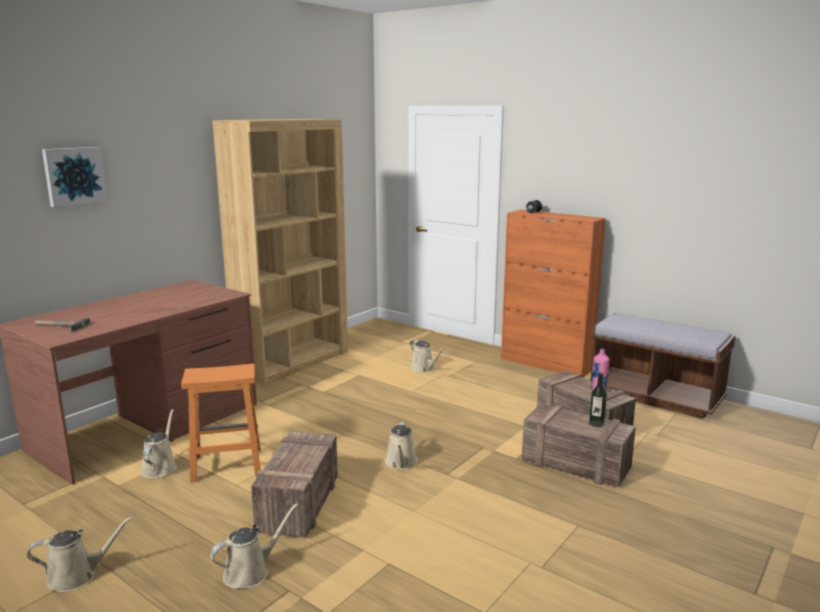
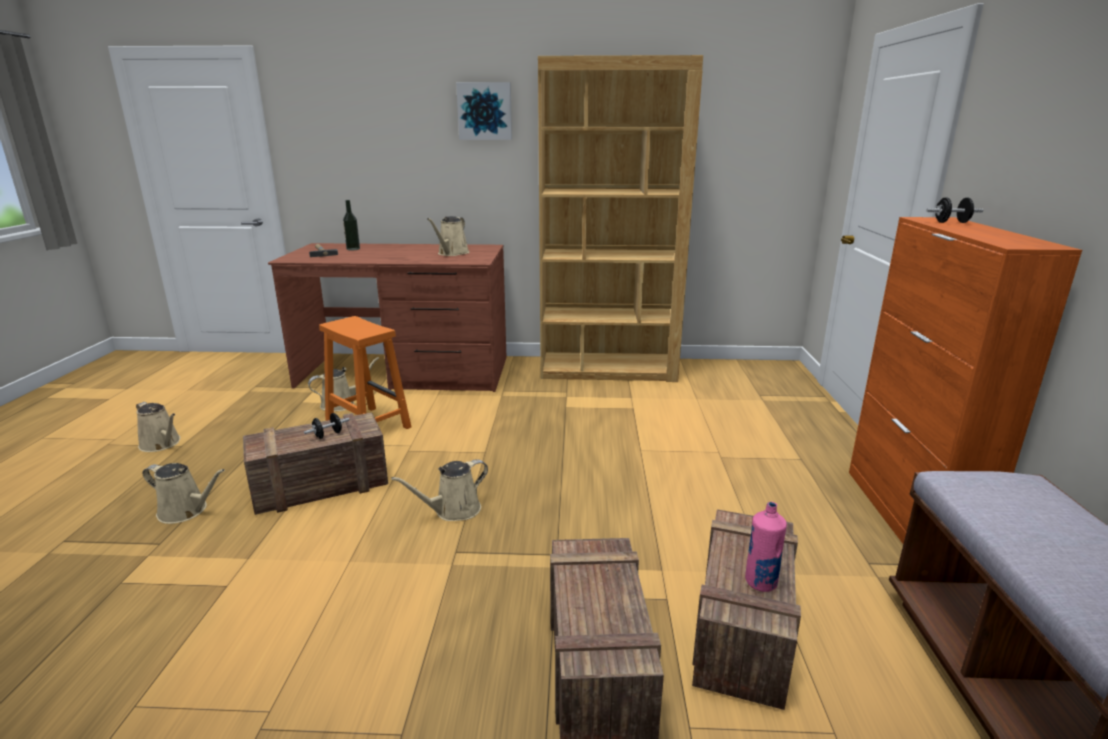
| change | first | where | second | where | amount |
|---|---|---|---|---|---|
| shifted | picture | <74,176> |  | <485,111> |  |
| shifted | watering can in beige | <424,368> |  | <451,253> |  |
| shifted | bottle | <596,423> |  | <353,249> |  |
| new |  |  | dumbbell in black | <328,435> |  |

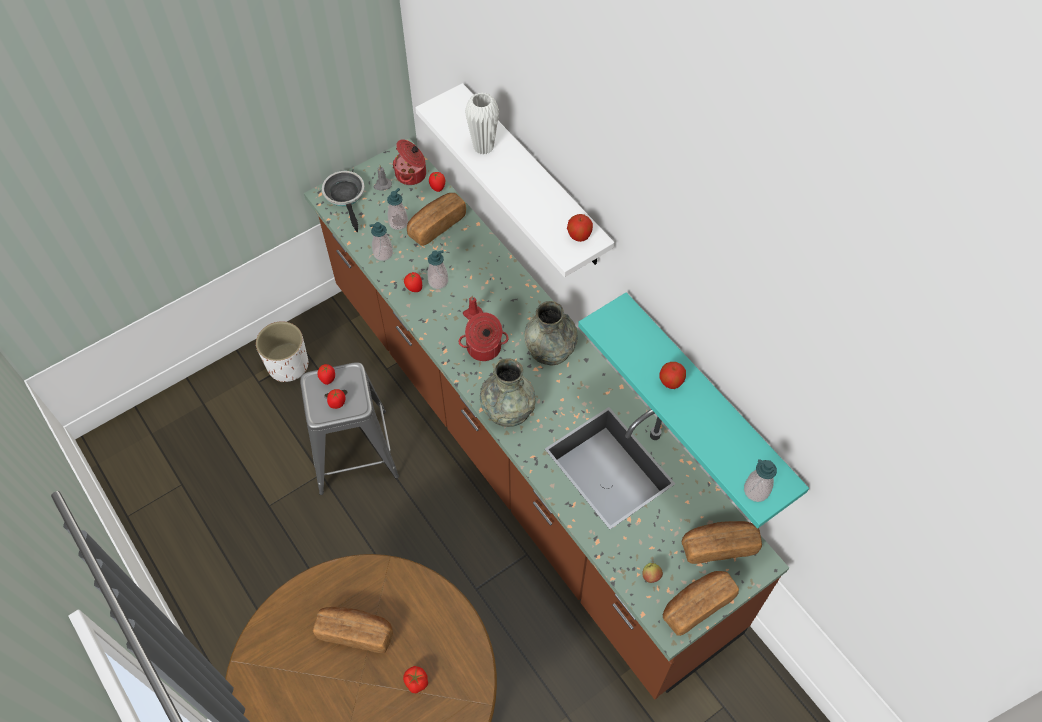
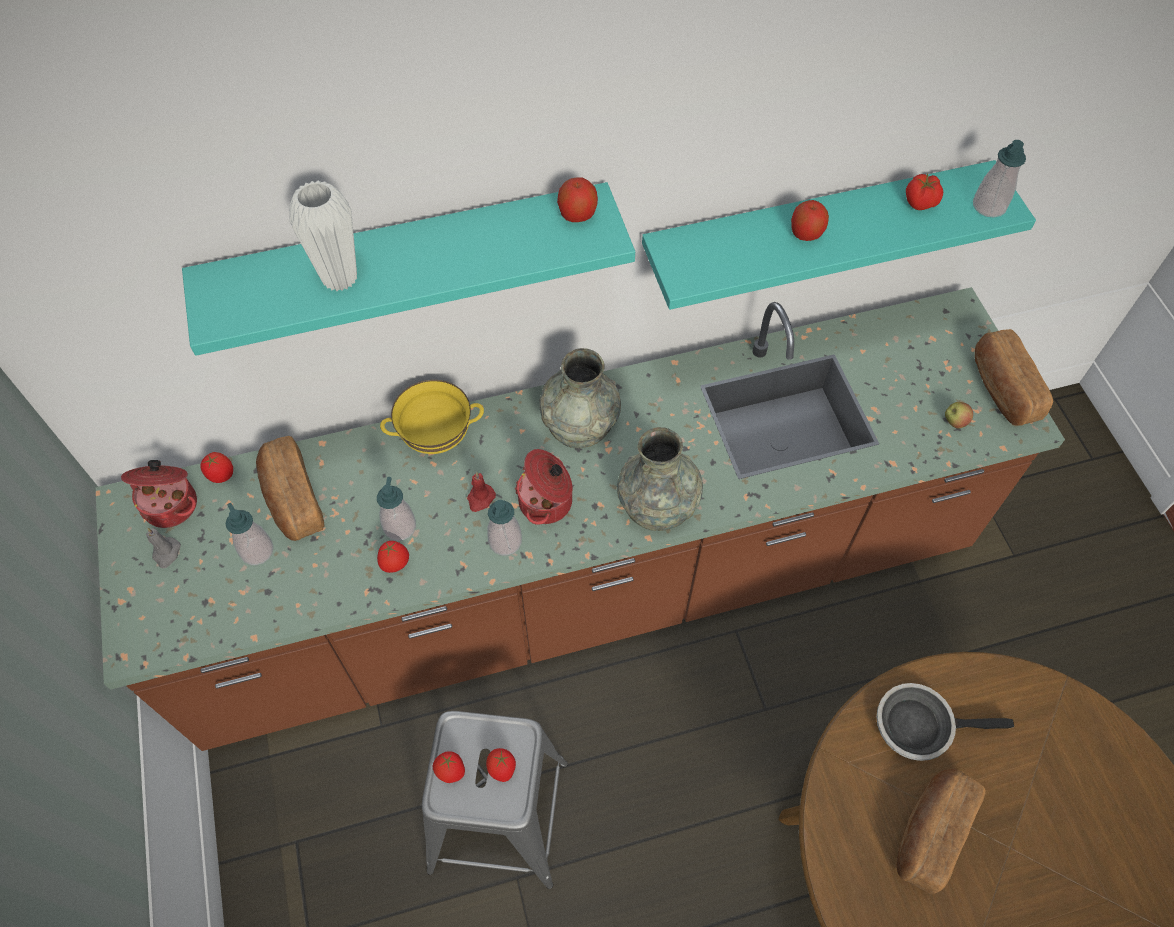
| change | first | where | second | where | amount |
|---|---|---|---|---|---|
| gone | planter in white | <288,364> |  |  |  |
| shifted | frying pan | <346,196> |  | <919,725> |  |
| shifted | soap dispenser | <383,253> |  | <505,541> |  |
| shifted | tomato | <416,682> |  | <920,203> |  |
| repainted | shelf in white | <534,178> | shelf in turquoise | <408,257> |  |
| gone | bread | <718,546> |  |  |  |
| new |  |  | bowl in yellow | <437,437> |  |

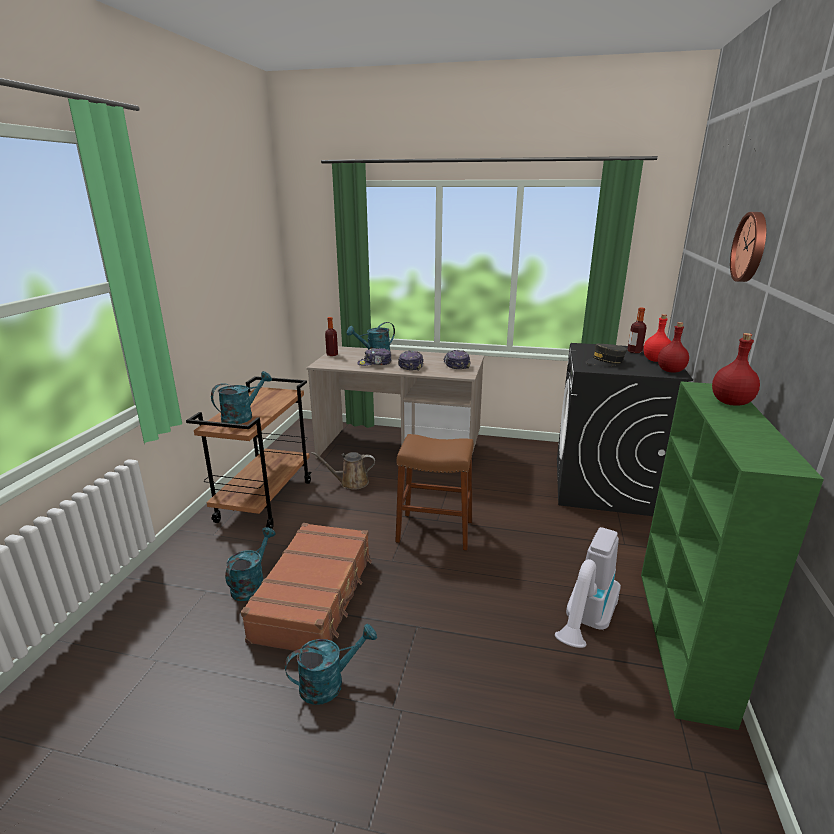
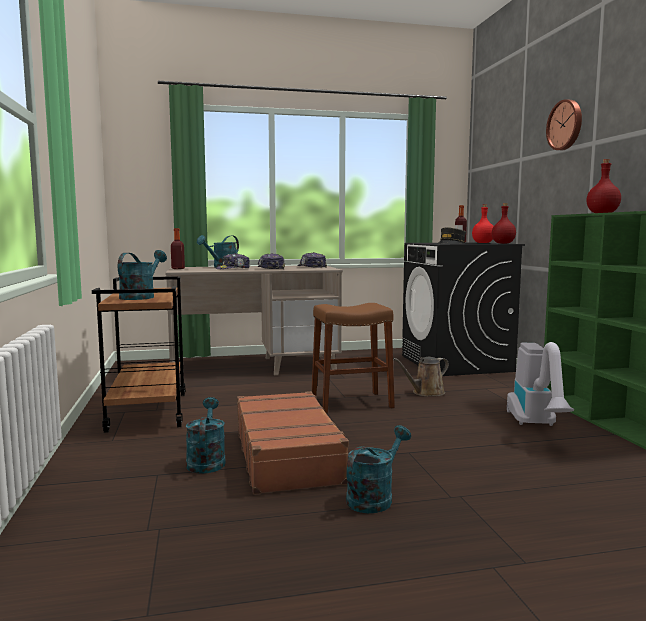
| change | first | where | second | where | amount |
|---|---|---|---|---|---|
| shifted | watering can in brown | <351,483> |  | <426,393> |  |

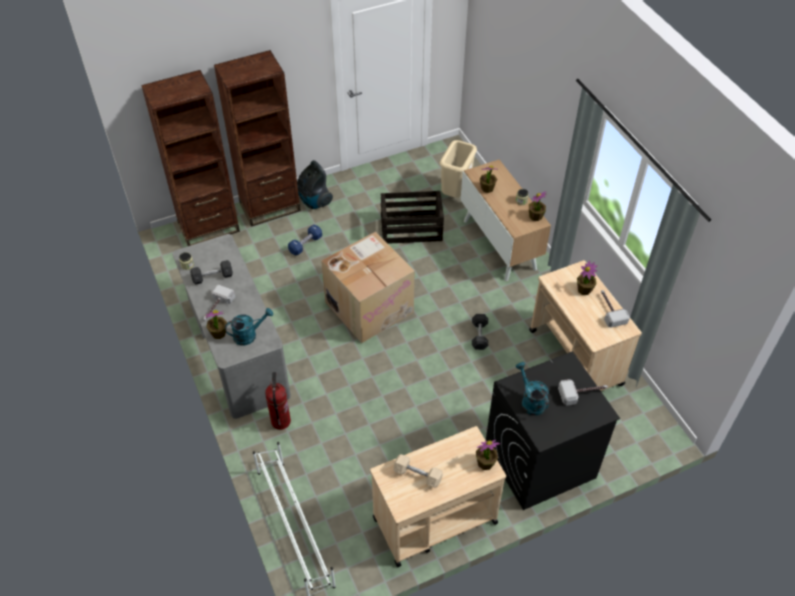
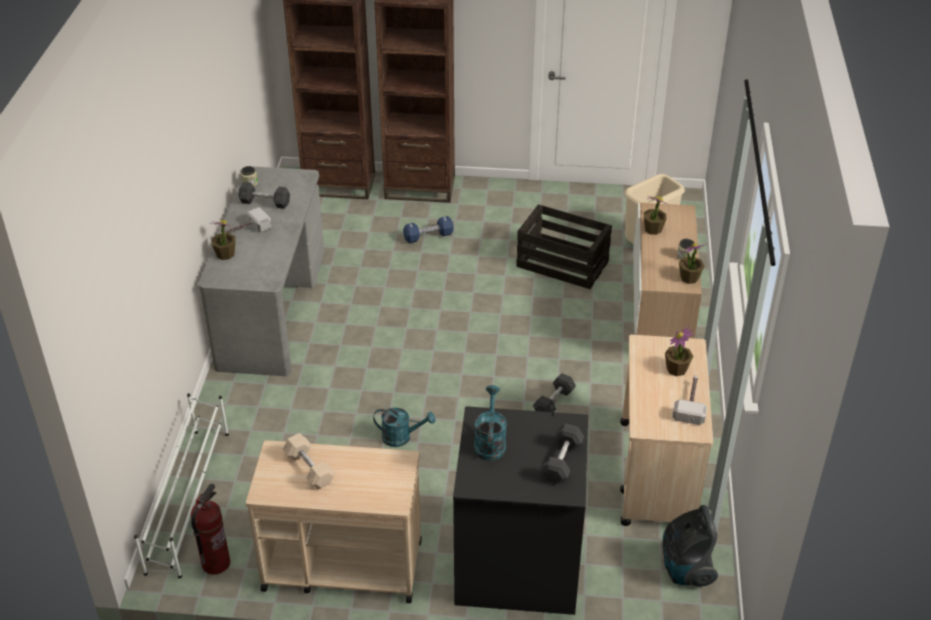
| change | first | where | second | where | amount |
|---|---|---|---|---|---|
| shifted | watering can in turquoise | <249,335> |  | <402,437> |  |
| shifted | fire extinguisher | <281,421> |  | <216,563> |  |
| shifted | vacuum cleaner | <314,201> |  | <685,569> |  |
| gone | cardboard box | <369,306> |  |  |  |
| gone | potted plant | <485,463> |  |  |  |
| swapped | hammer | <583,393> | dumbbell in grey | <561,461> |  |

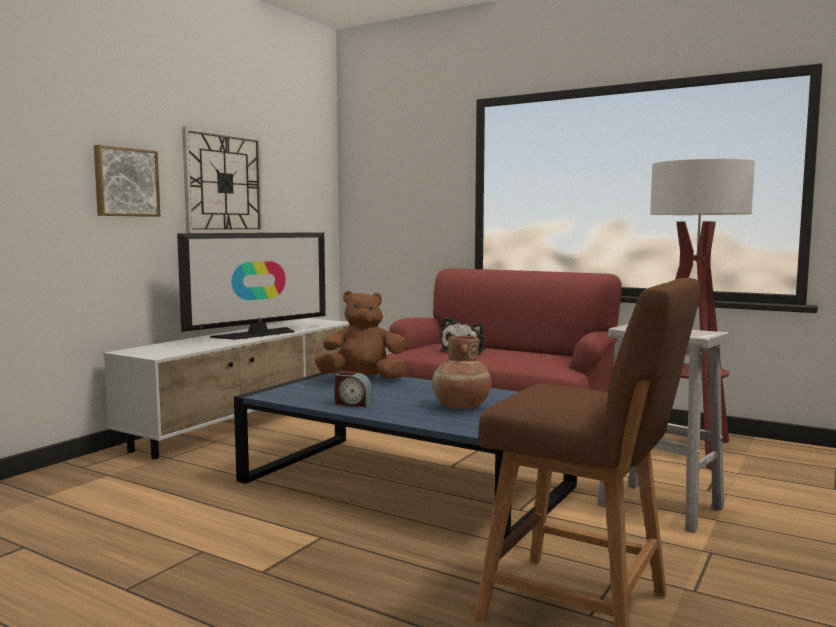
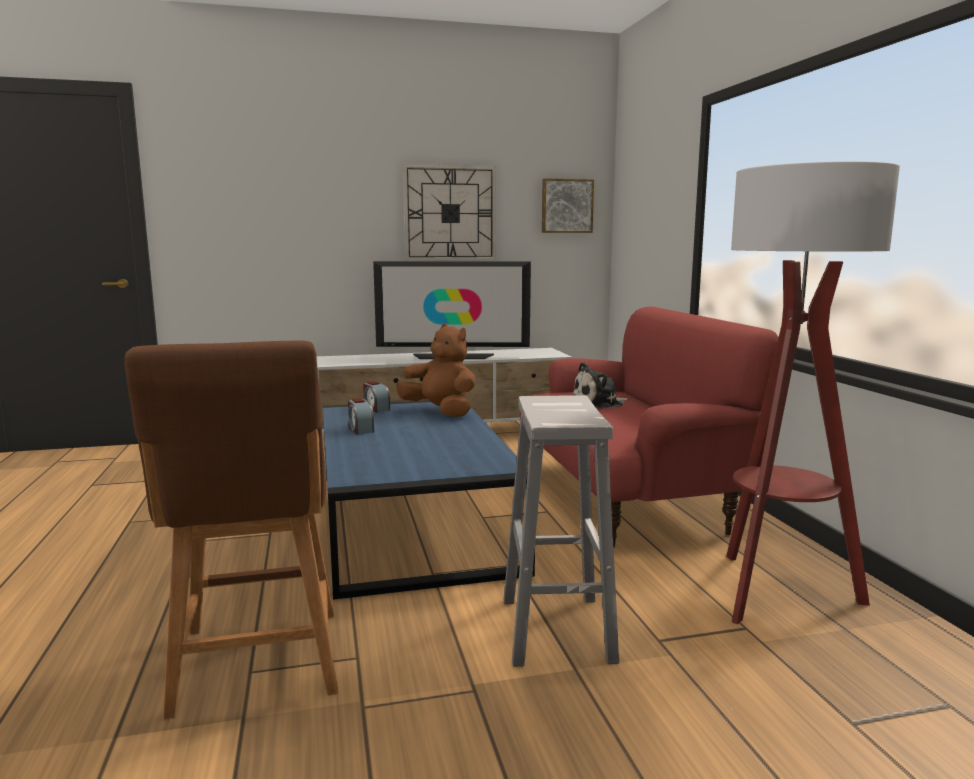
| change | first | where | second | where | amount |
|---|---|---|---|---|---|
| shifted | picture | <125,182> |  | <566,206> |  |
| gone | vase in brown | <461,406> |  |  |  |
| new |  |  | alarm clock | <376,408> |  |

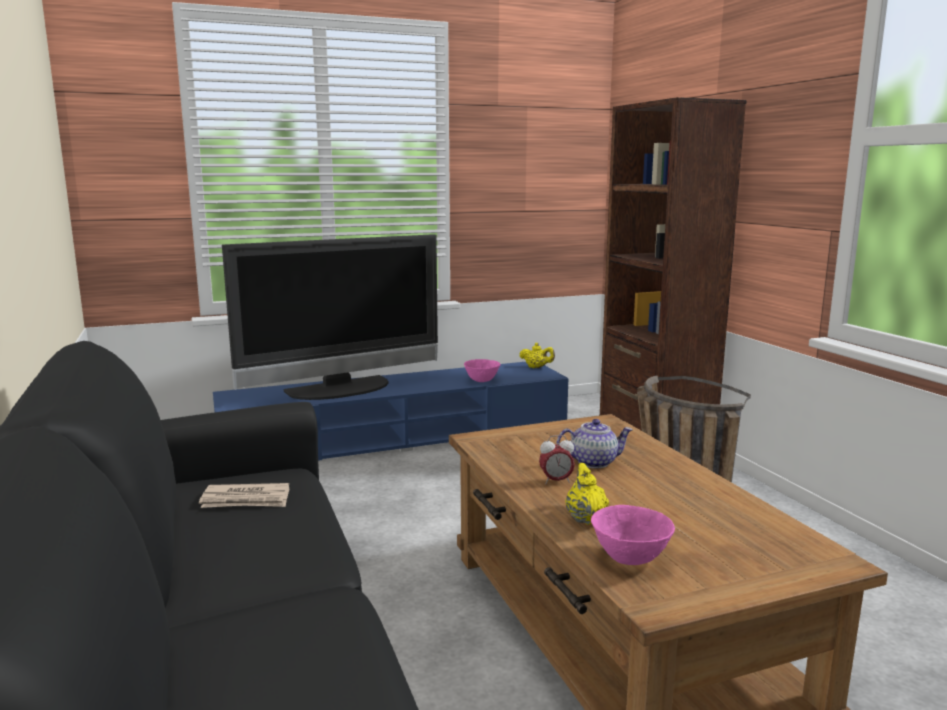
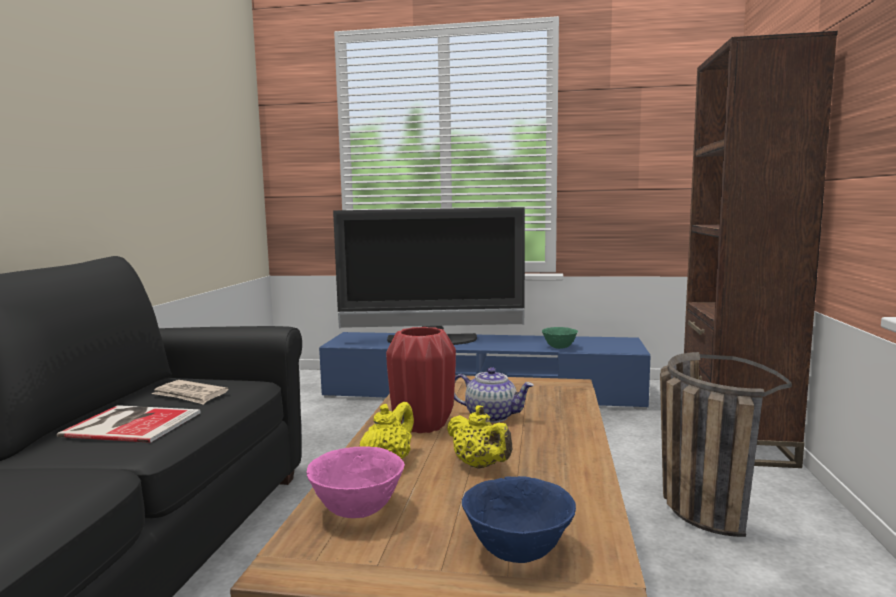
| change | first | where | second | where | amount |
|---|---|---|---|---|---|
| repainted | bowl in pink | <482,381> | bowl in green | <559,348> |  |
| shifted | teapot in yellow | <536,367> |  | <480,466> |  |
| swapped | alarm clock | <556,481> | vase in red | <424,425> |  |
| new |  |  | book | <131,423> |  |
| new |  |  | bowl in blue | <519,553> |  |

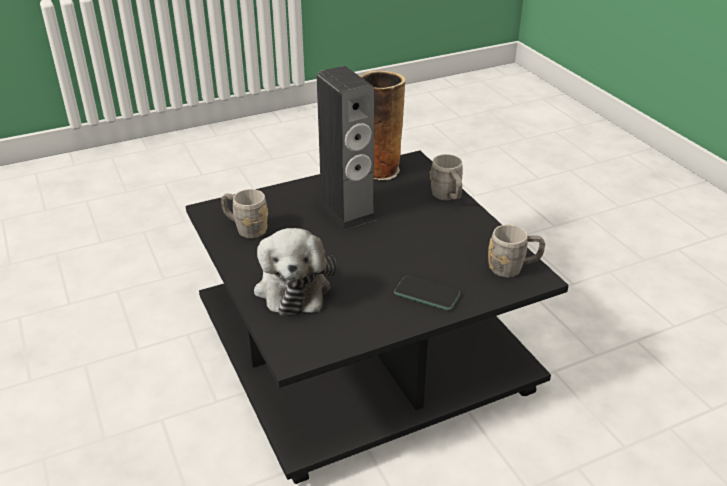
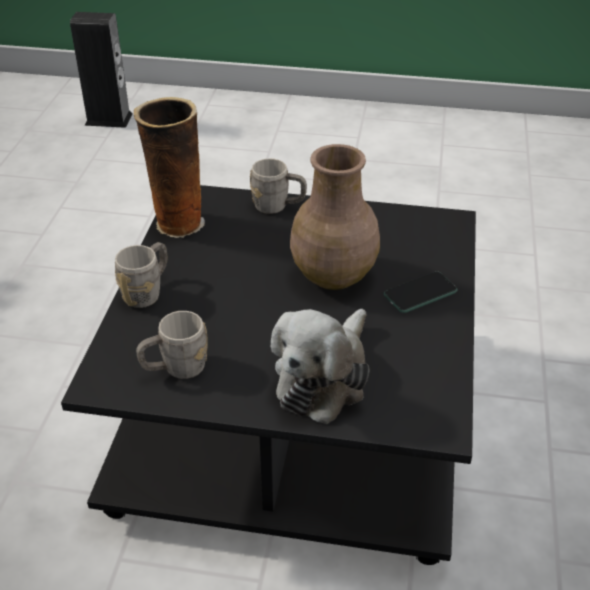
| change | first | where | second | where | amount |
|---|---|---|---|---|---|
| rotated | plush toy | <293,286> |  | <323,377> | 90 degrees clockwise |
| shifted | speaker | <346,211> |  | <108,119> |  |
| shifted | mug in grey | <513,268> |  | <147,291> |  |
| new |  |  | vase in brown | <333,276> |  |

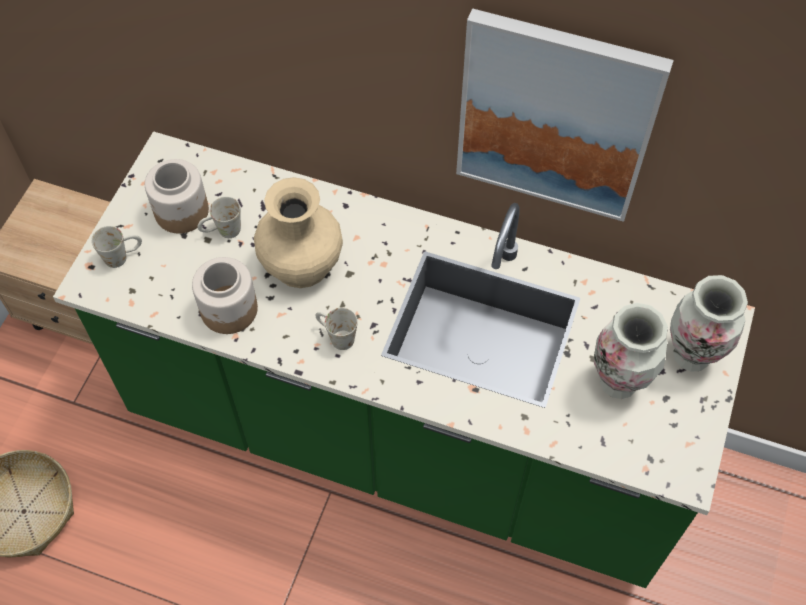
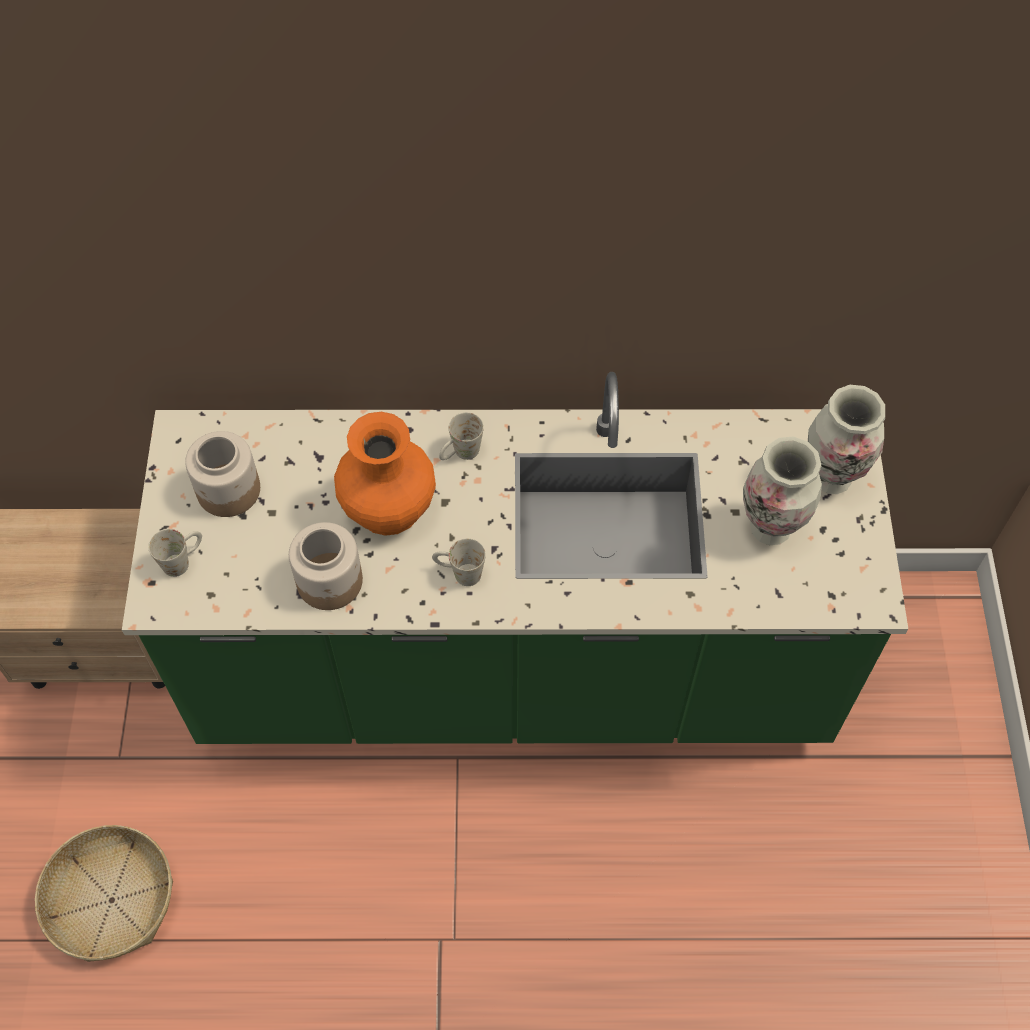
| change | first | where | second | where | amount |
|---|---|---|---|---|---|
| shifted | mug in white | <222,232> |  | <460,454> |  |
| repainted | vase in beige | <301,265> | vase in orange | <388,508> |  |
| gone | picture | <555,117> |  |  |  |

